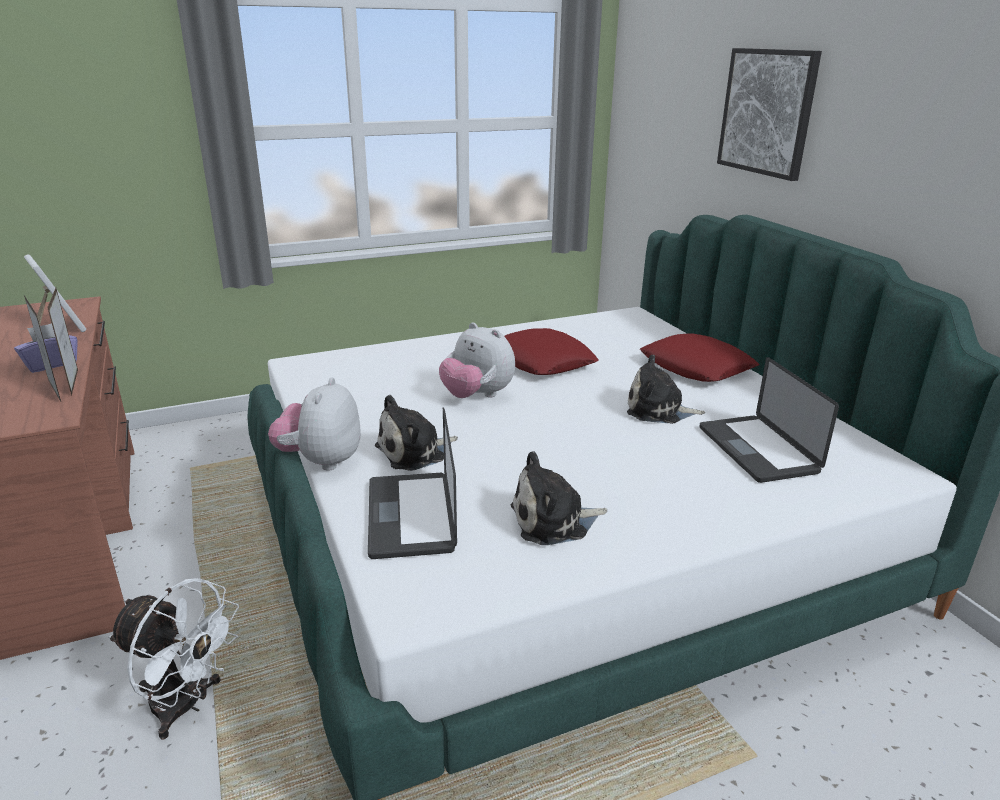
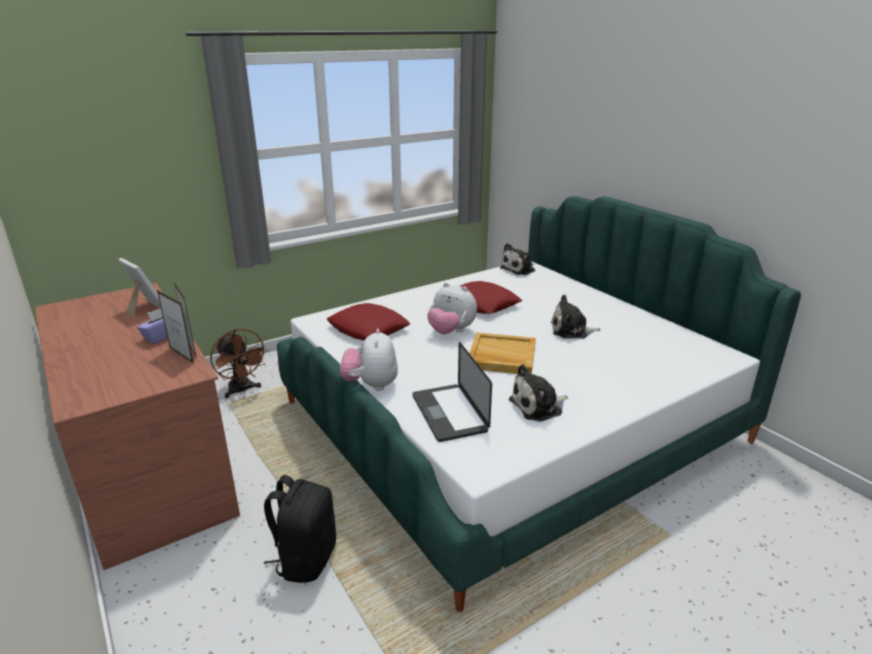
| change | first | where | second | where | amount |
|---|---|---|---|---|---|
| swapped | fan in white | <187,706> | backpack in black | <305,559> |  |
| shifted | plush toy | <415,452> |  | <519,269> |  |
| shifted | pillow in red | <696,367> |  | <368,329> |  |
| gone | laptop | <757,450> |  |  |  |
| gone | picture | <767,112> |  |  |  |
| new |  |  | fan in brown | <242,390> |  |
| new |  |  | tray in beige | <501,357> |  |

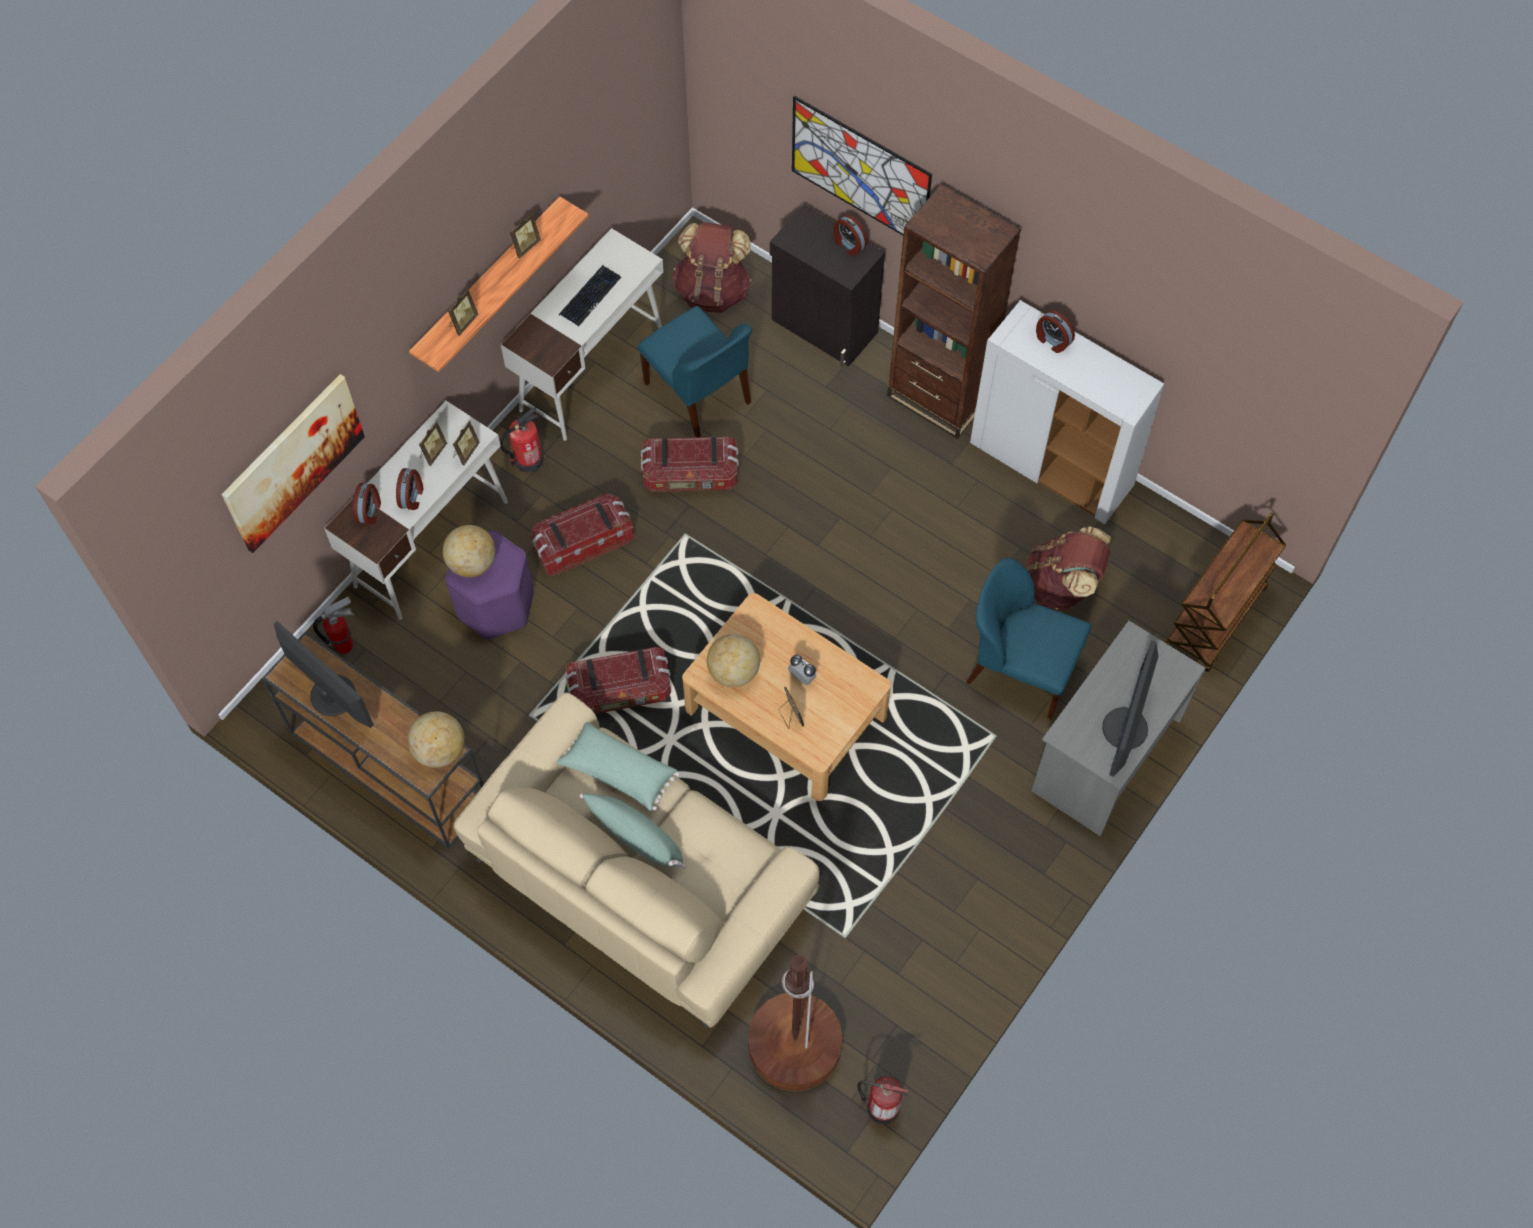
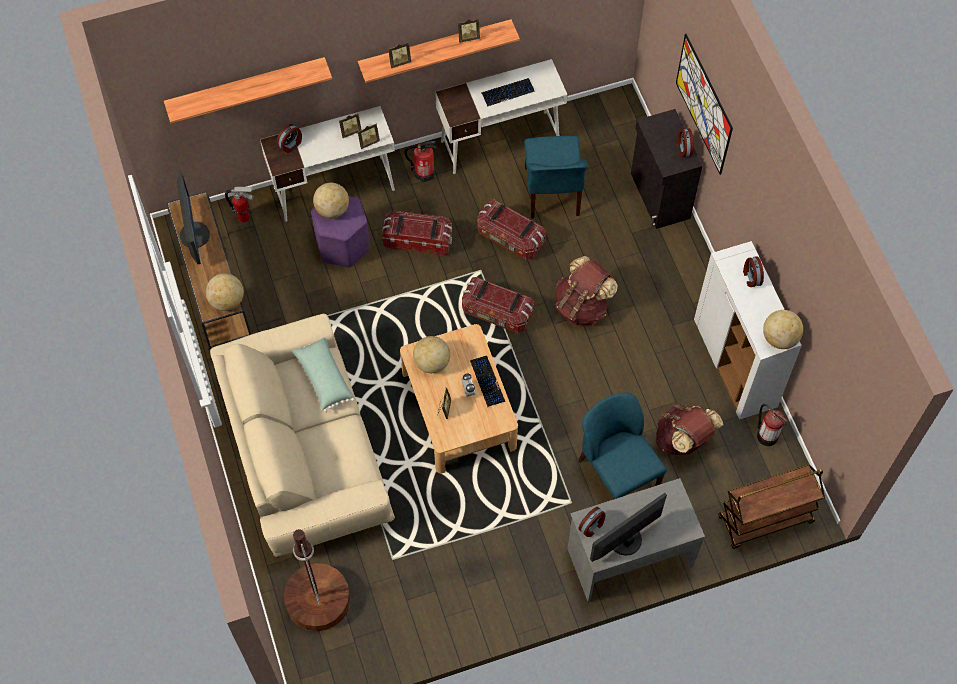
| change | first | where | second | where | amount |
|---|---|---|---|---|---|
| swapped | picture | <293,462> | shelf | <246,87> |  |
| shifted | alarm clock | <412,497> |  | <592,526> |  |
| shifted | storage box | <620,691> |  | <497,313> |  |
| gone | pillow in green | <636,837> |  |  |  |
| shifted | backpack in brown | <713,290> |  | <582,306> |  |
| shifted | fire extinguisher | <880,1107> |  | <766,435> |  |
| gone | bookcase in brown | <938,397> |  |  |  |
| new |  |  | keyboard | <487,381> |  |
| new |  |  | globe | <780,338> |  |

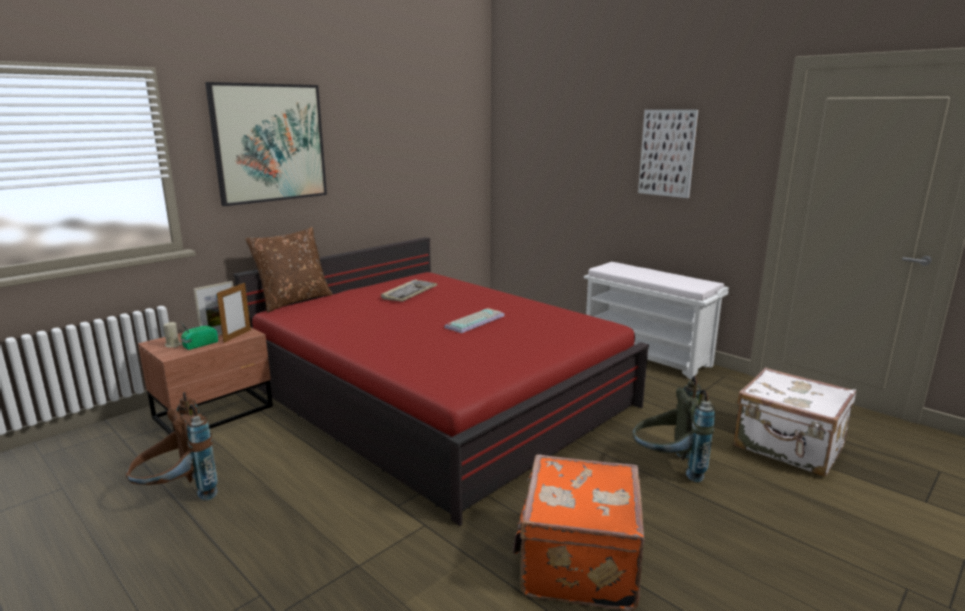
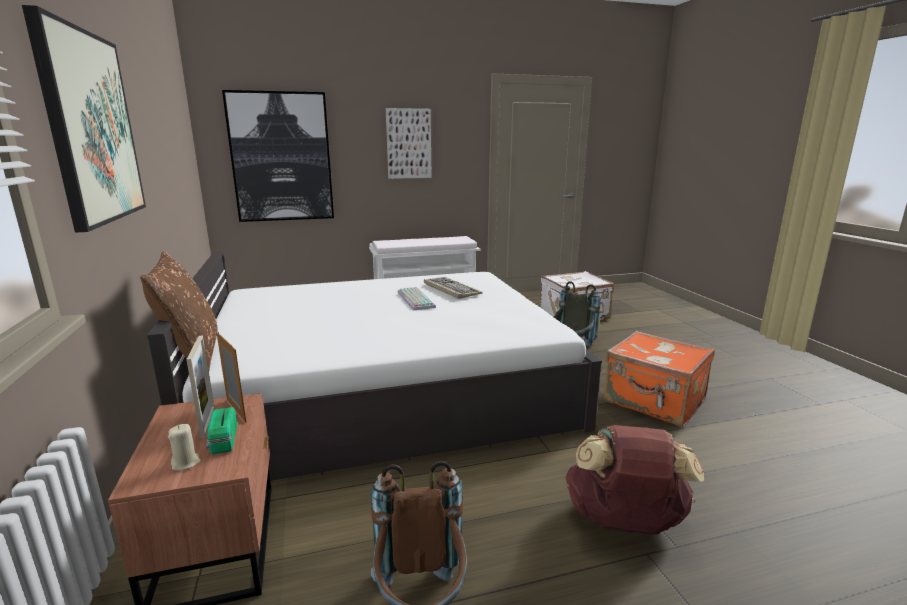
| change | first | where | second | where | amount |
|---|---|---|---|---|---|
| repainted | bed in red | <438,396> | bed in white | <384,389> |  |
| shifted | keyboard | <409,293> |  | <450,289> |  |
| new |  |  | picture | <281,157> |  |
| new |  |  | backpack in brown | <624,523> |  |

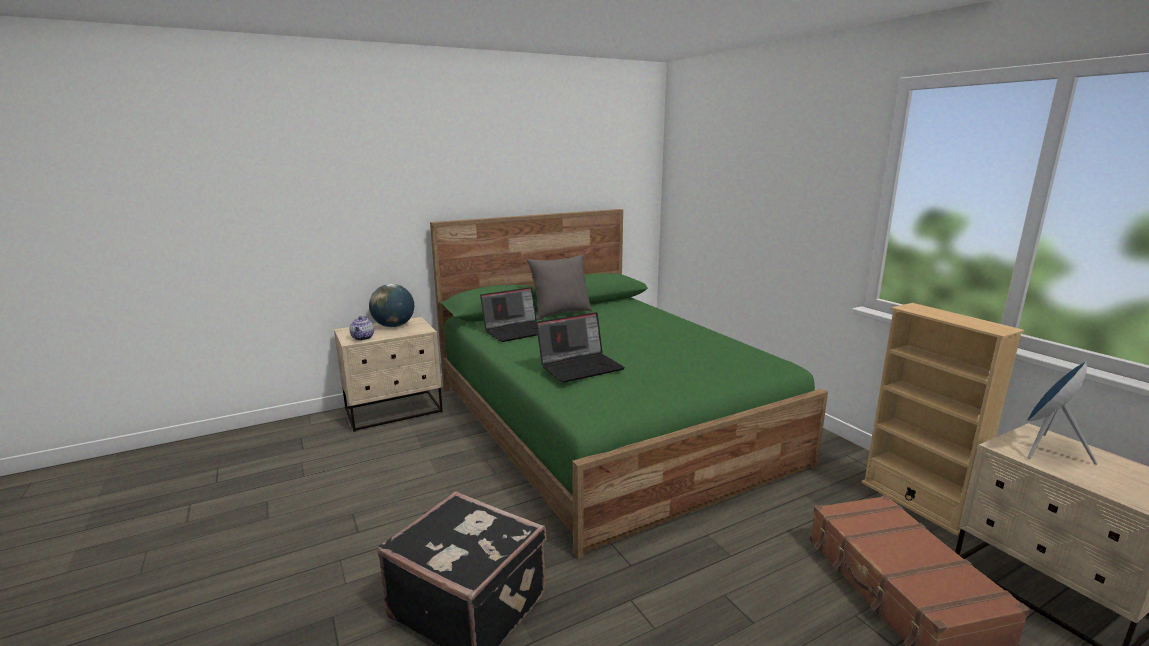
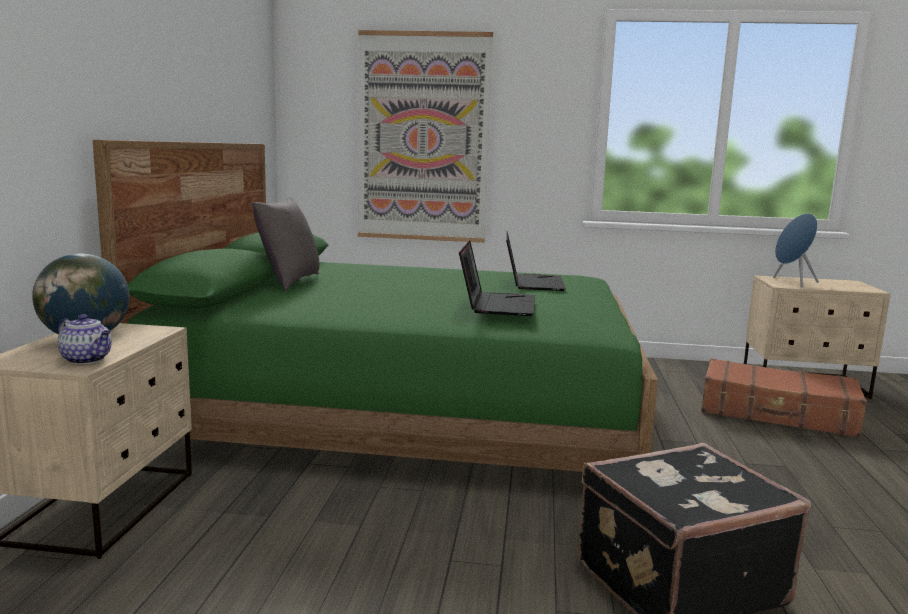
| change | first | where | second | where | amount |
|---|---|---|---|---|---|
| shifted | laptop | <518,331> |  | <532,283> |  |
| gone | bookcase in beige | <916,502> |  |  |  |
| new |  |  | picture | <423,138> |  |

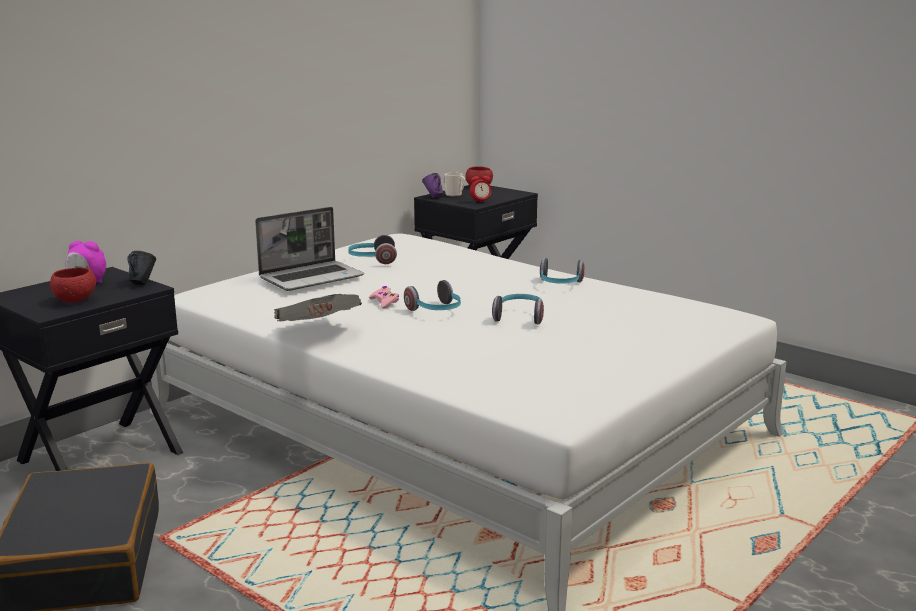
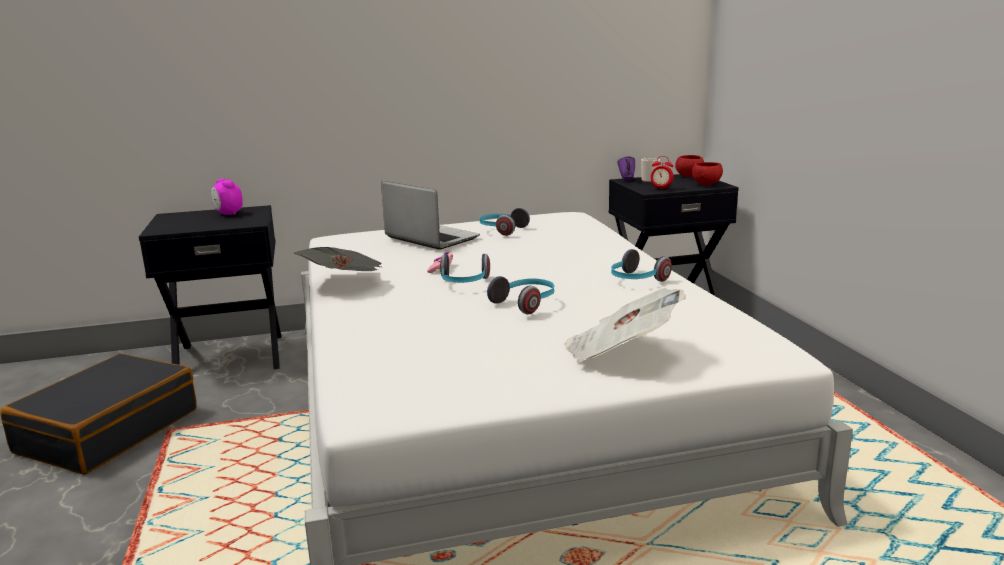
| change | first | where | second | where | amount |
|---|---|---|---|---|---|
| shifted | bowl in red | <75,300> |  | <706,184> |  |
| gone | mug in blue | <142,283> |  |  |  |
| rotated | laptop | <312,277> |  | <430,238> | 135 degrees counterclockwise |
| new |  |  | newspaper | <619,353> |  |

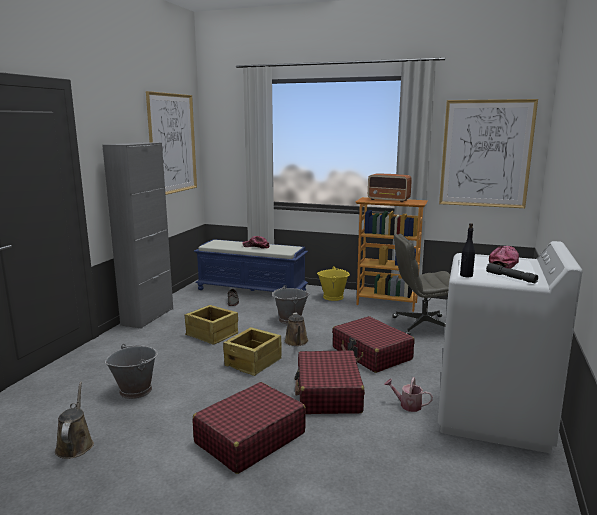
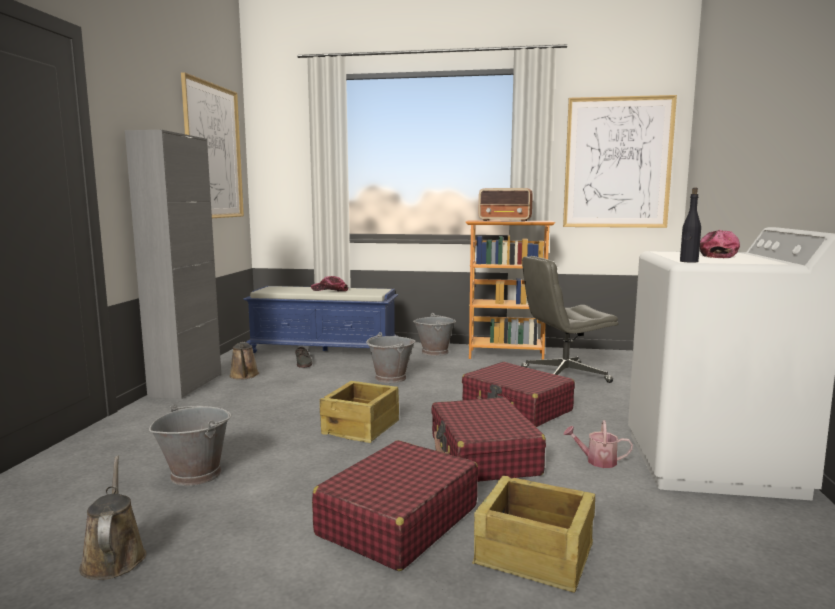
| change | first | where | second | where | amount |
|---|---|---|---|---|---|
| shifted | crate | <212,334> |  | <535,555> |  |
| shifted | watering can in brown | <296,342> |  | <244,376> |  |
| repainted | bucket in yellow | <333,297> | bucket in grey | <435,352> |  |
| gone | flashlight in grey | <511,278> |  |  |  |

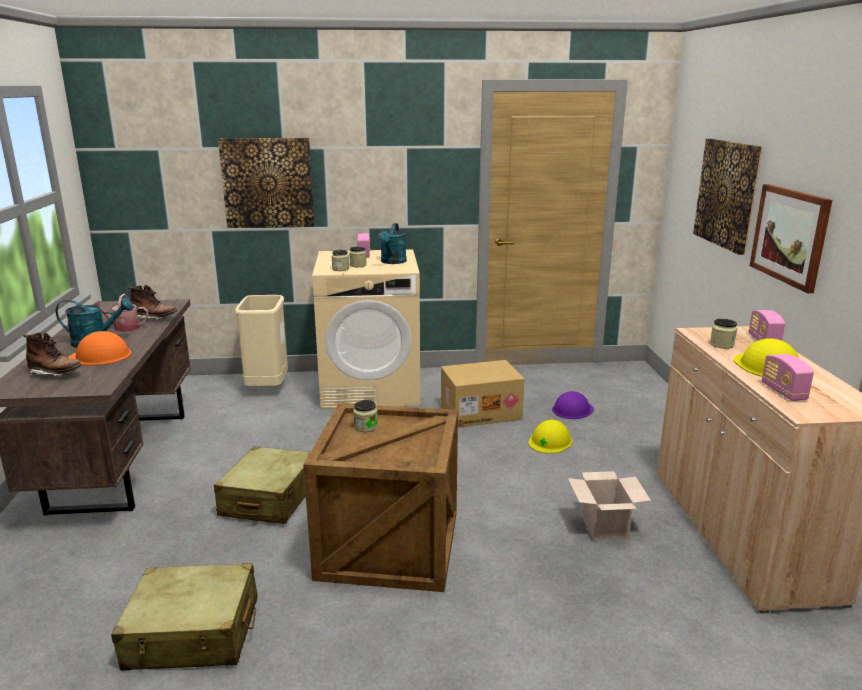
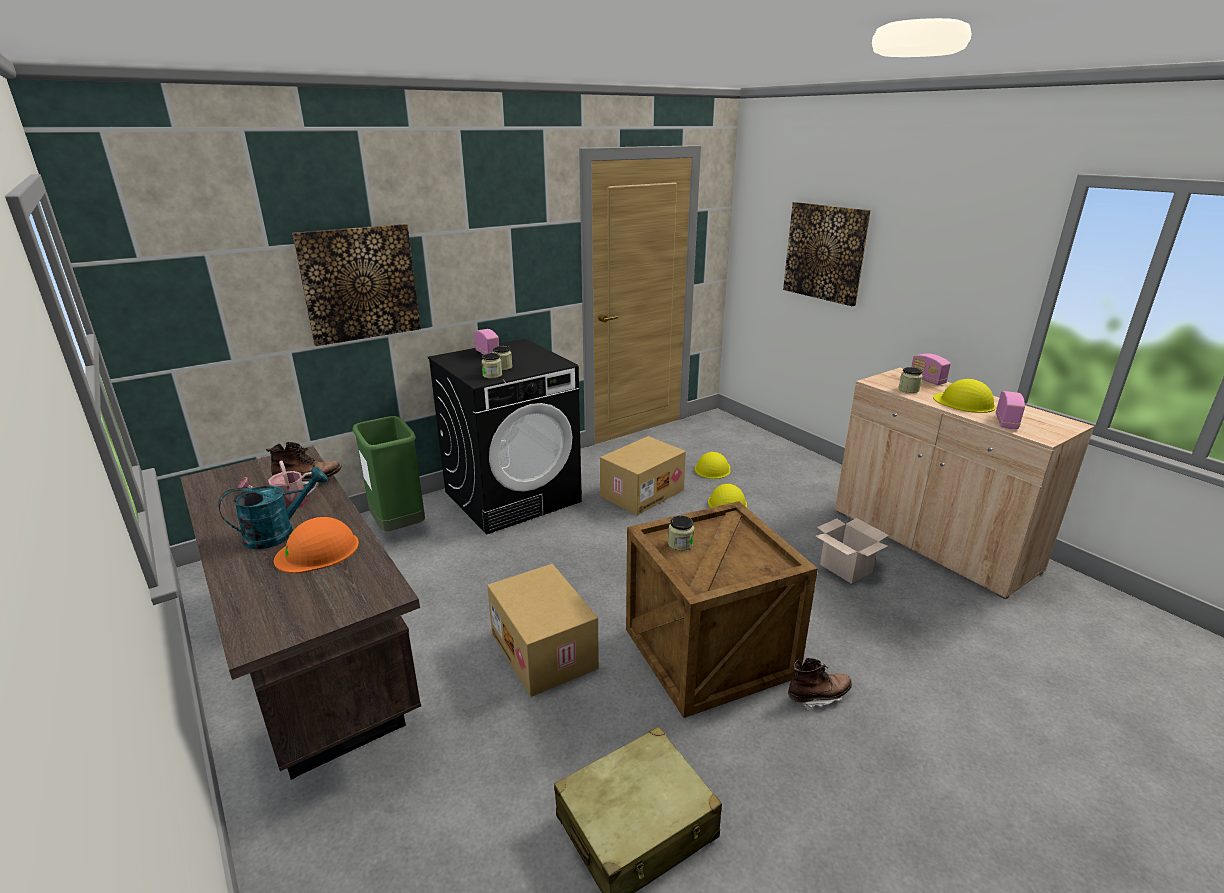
| change | first | where | second | where | amount |
|---|---|---|---|---|---|
| shifted | boot in brown | <55,374> |  | <818,696> |  |
| swapped | suitcase in beige | <269,499> | cardboard box | <545,650> |  |
| repainted | trash can in beige | <267,388> | trash can in green | <398,526> |  |
| repainted | washing machine in beige | <371,388> | washing machine in black | <513,496> |  |
| gone | watering can in turquoise | <392,262> |  |  |  |
| repainted | hard hat in purple | <572,409> | hard hat in yellow | <712,469> |  |
| gone | picture | <790,236> |  |  |  |
| rotated | radio | <783,392> |  | <1006,422> | 120 degrees counterclockwise |

